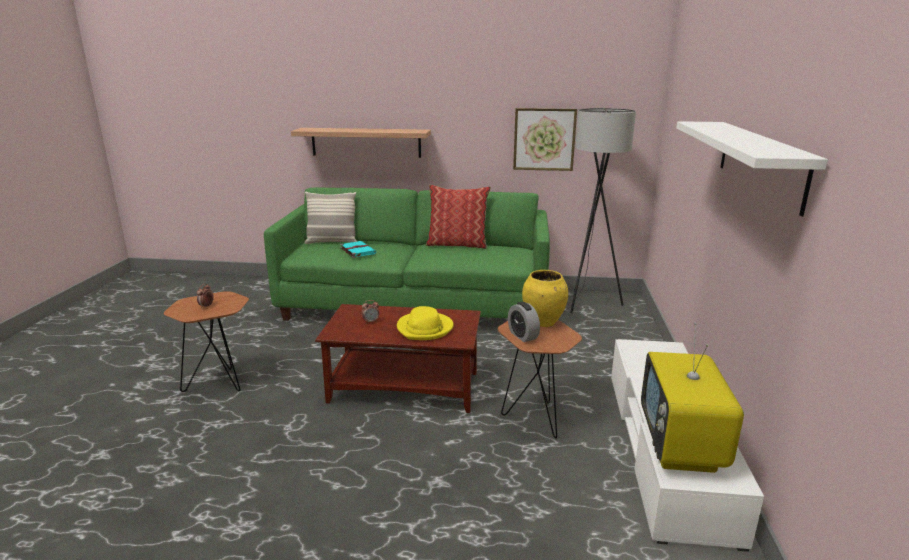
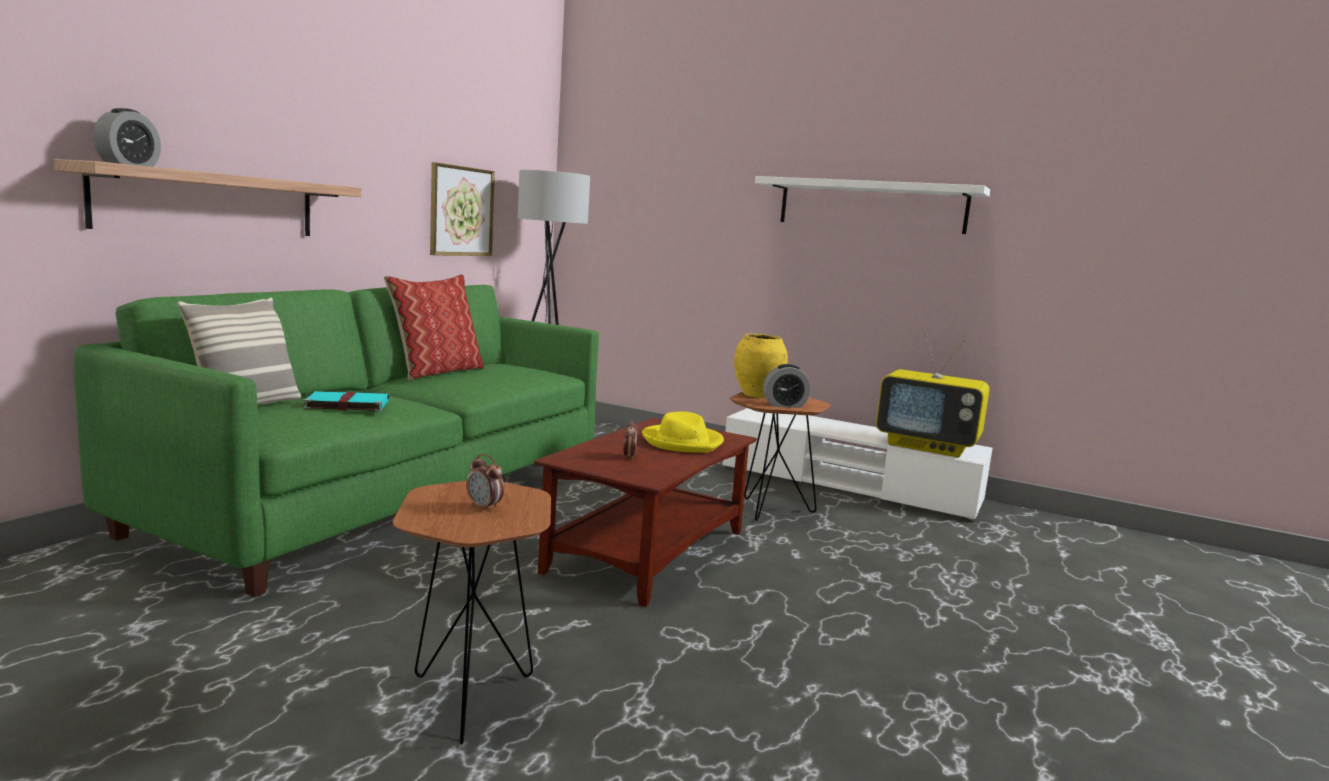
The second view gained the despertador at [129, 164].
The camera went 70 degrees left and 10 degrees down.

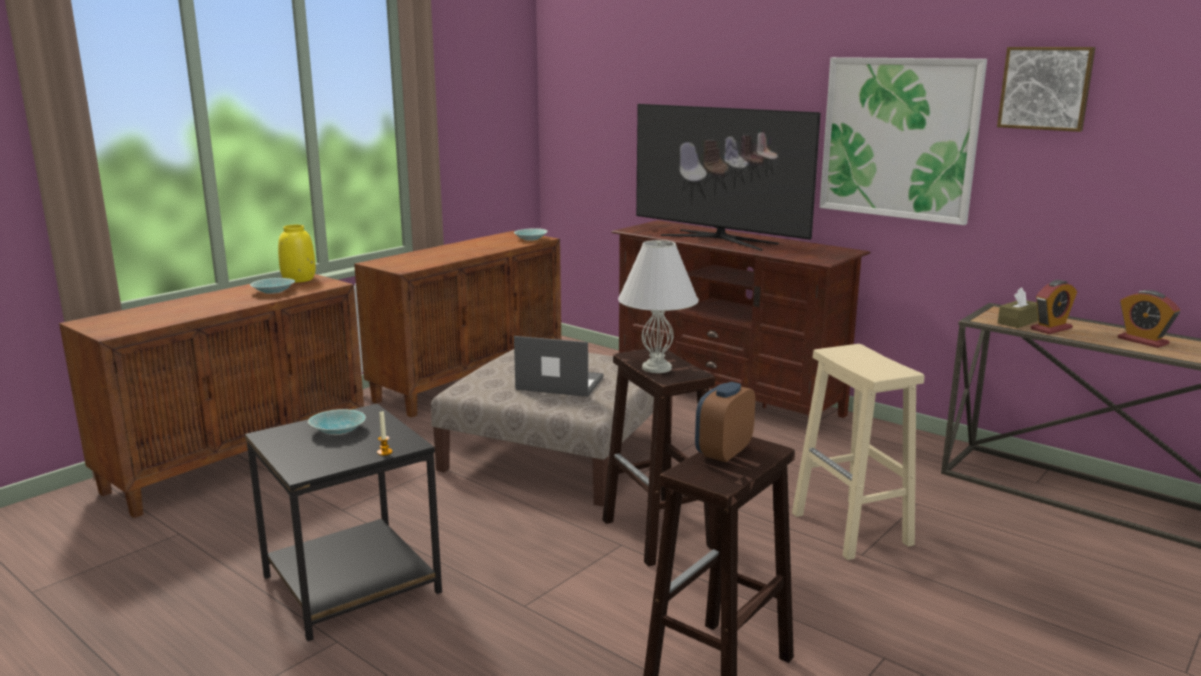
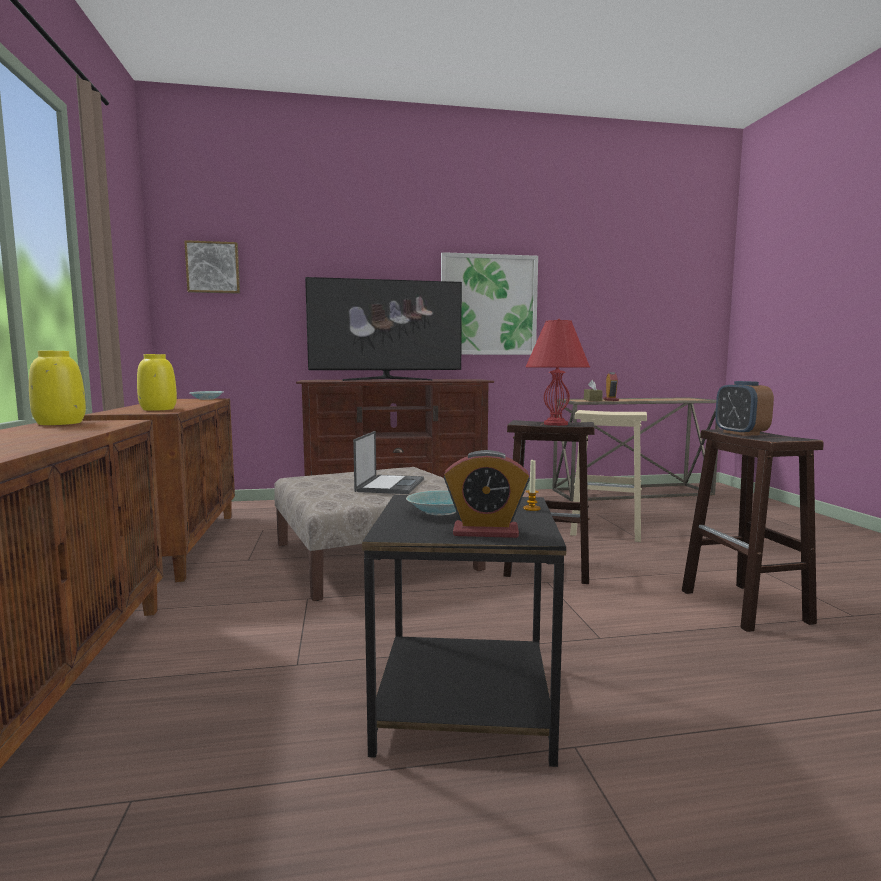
The cuadro ended up elsewhere, having gone from [1045, 88] to [213, 267].
What was the lámpara de mesa (blanco) at [656, 368] turned into the lámpara de mesa (rojo) at [555, 424].
The second view lost the cuenco (turquesa) at [272, 292].
The despertador ended up elsewhere, having gone from [1142, 341] to [485, 532].
The portátil at [558, 383] ended up facing another way, 135 degrees clockwise from before.
The second view gained the florero (amarillo) at [158, 409].
The camera went 50 degrees left and 10 degrees down.

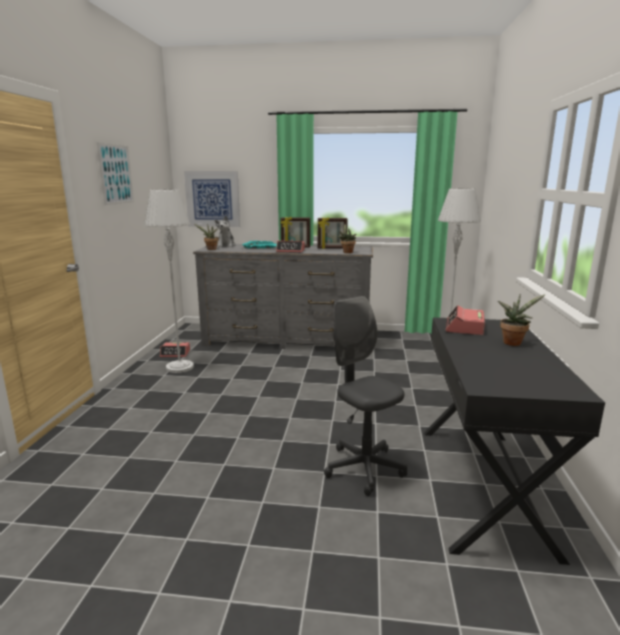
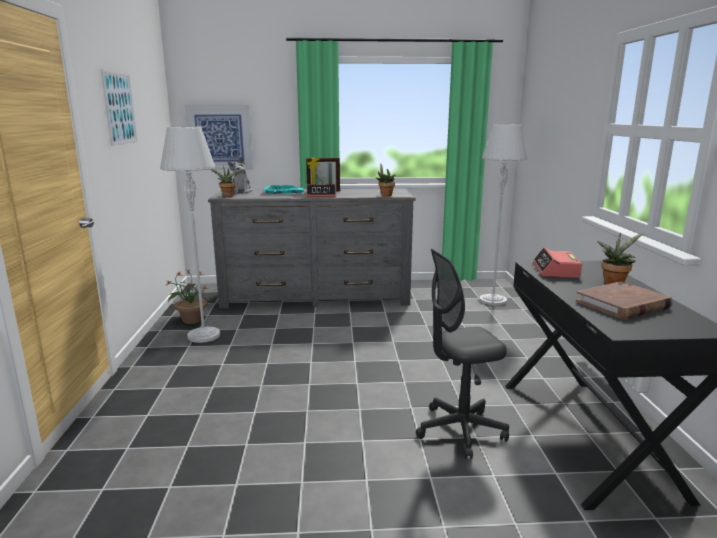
The second view lost the portarretratos at [332, 248].
The silla de oficina (gris) at [364, 468] ended up facing another way, 60 degrees counterclockwise from before.
Where the despertador stood at [175, 353], the planta en maceta came to stand at [191, 320].
The second view gained the libro (marrón) at [622, 304].
The camera went 10 degrees left and 0 degrees up.

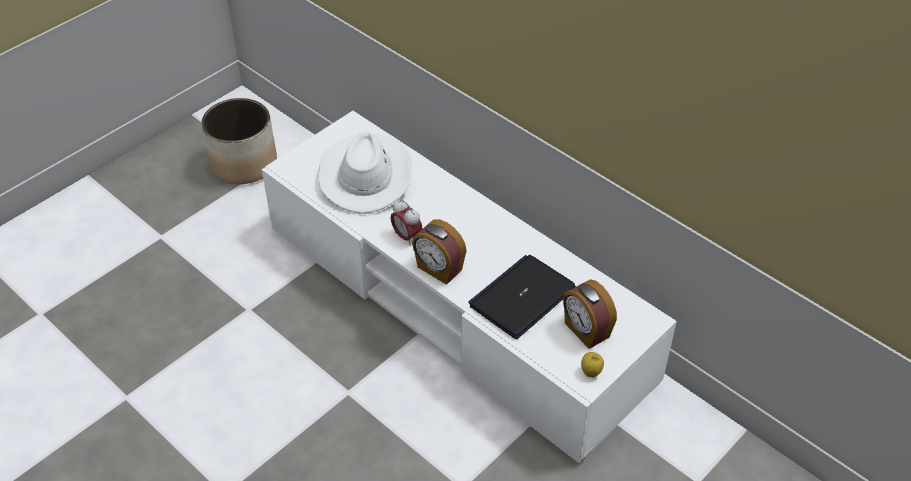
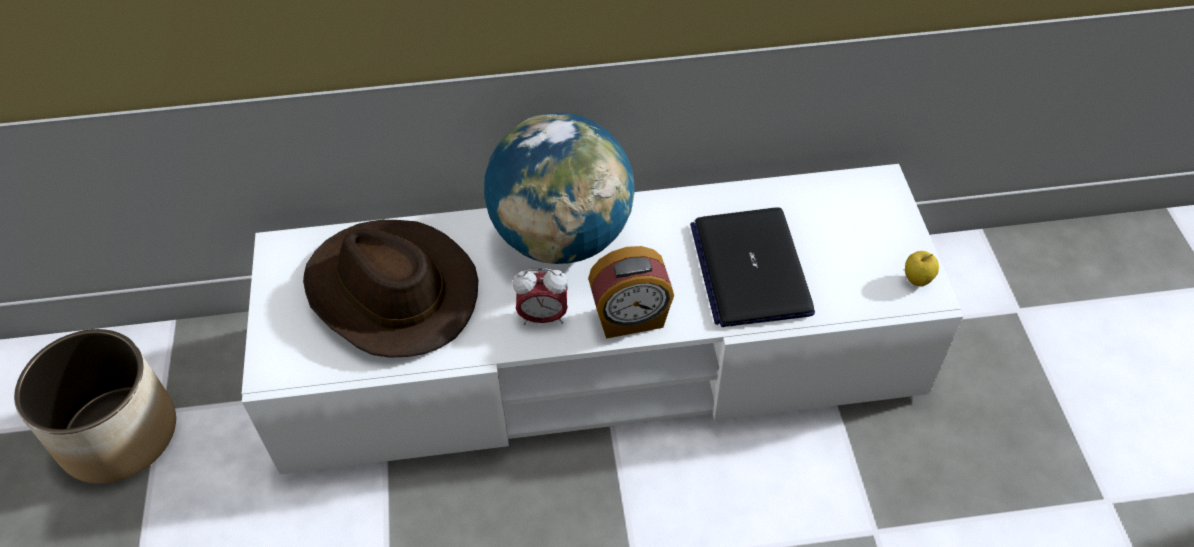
What was the sombrero (blanco) at [365, 175] turned into the sombrero (marrón) at [390, 292].
The second view lost the despertador at [586, 331].
The second view gained the globo terráqueo at [562, 238].
The camera went 50 degrees left and 5 degrees up.

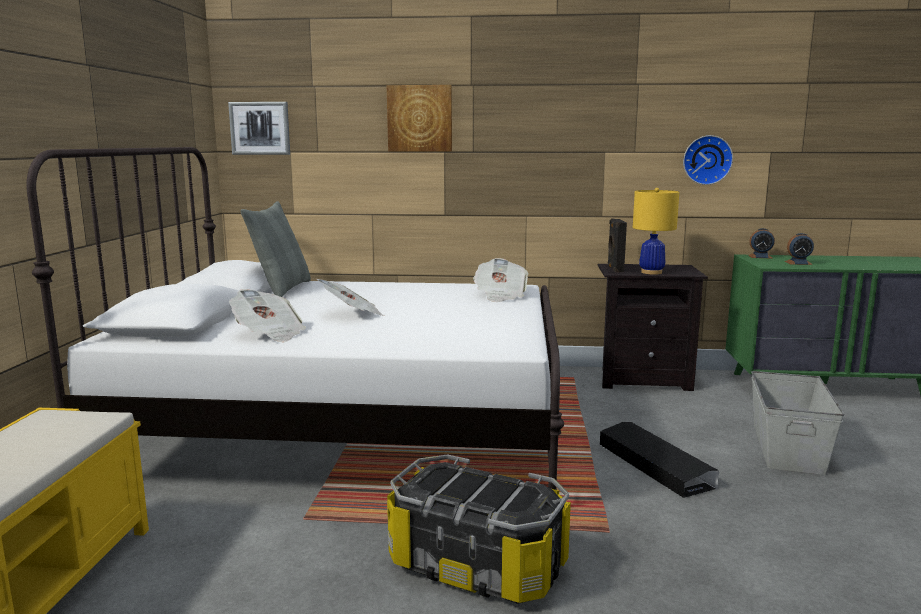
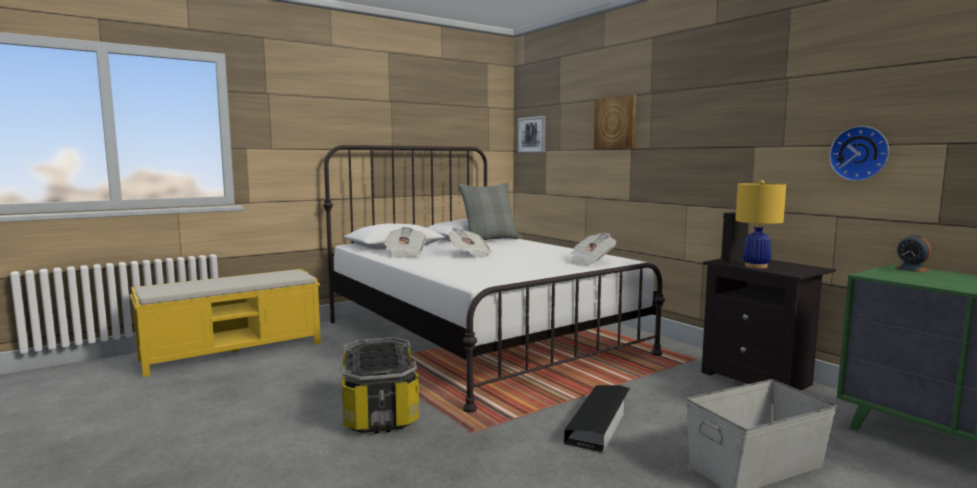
The second view lost the despertador at [798, 263].
The camera went 50 degrees right and 5 degrees down.

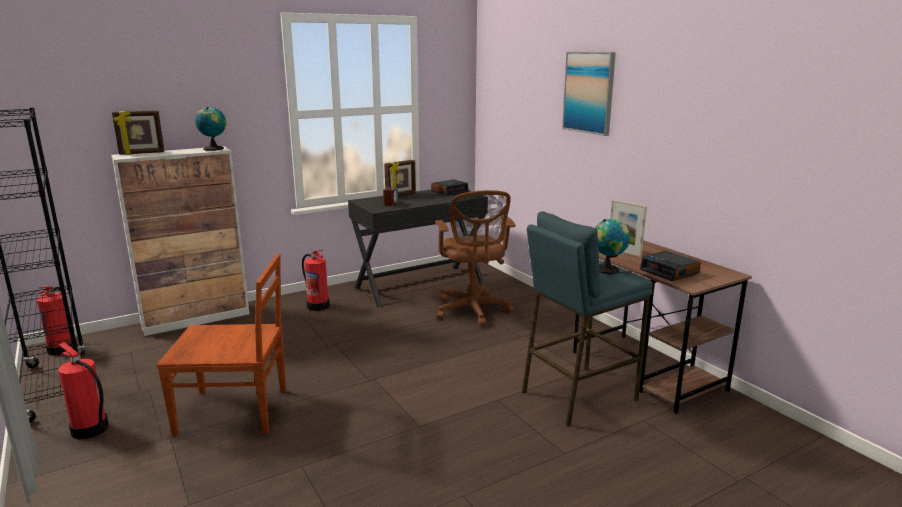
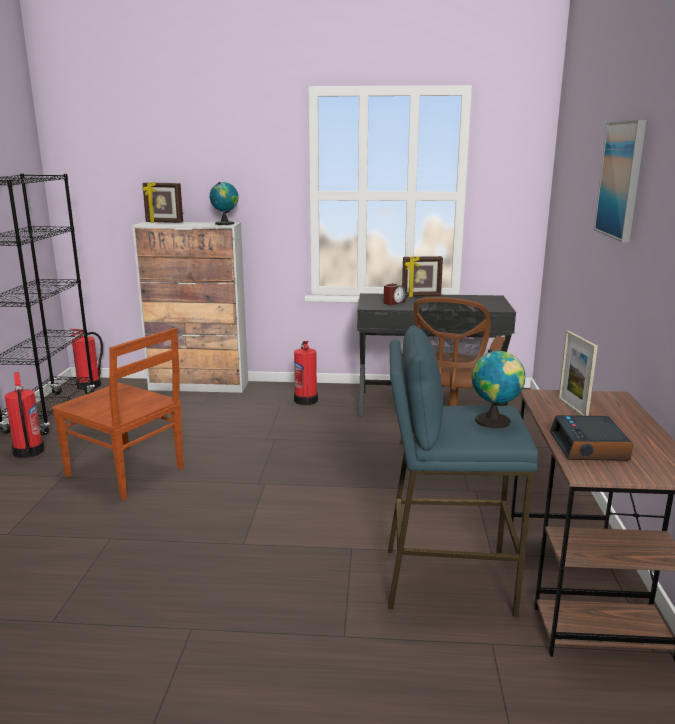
The second view lost the despertador at [449, 191].
The camera went 35 degrees right and 0 degrees up.

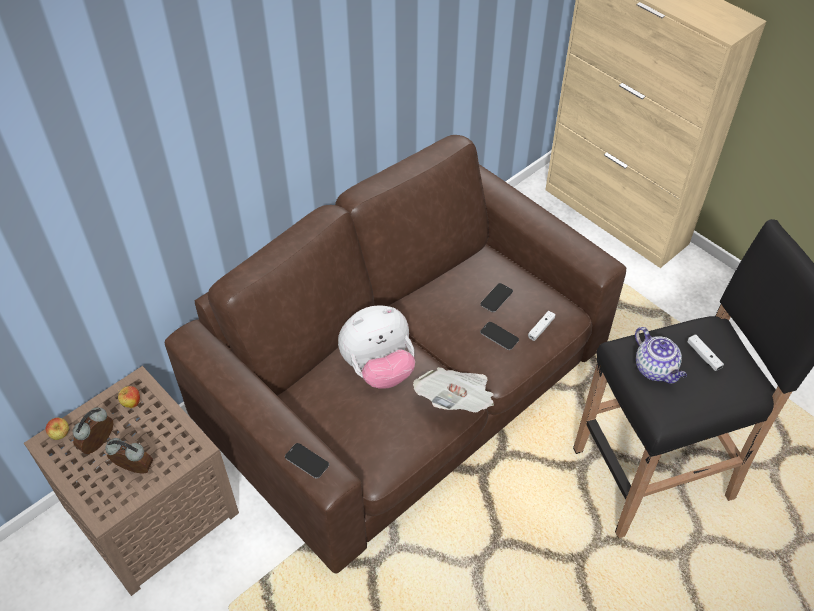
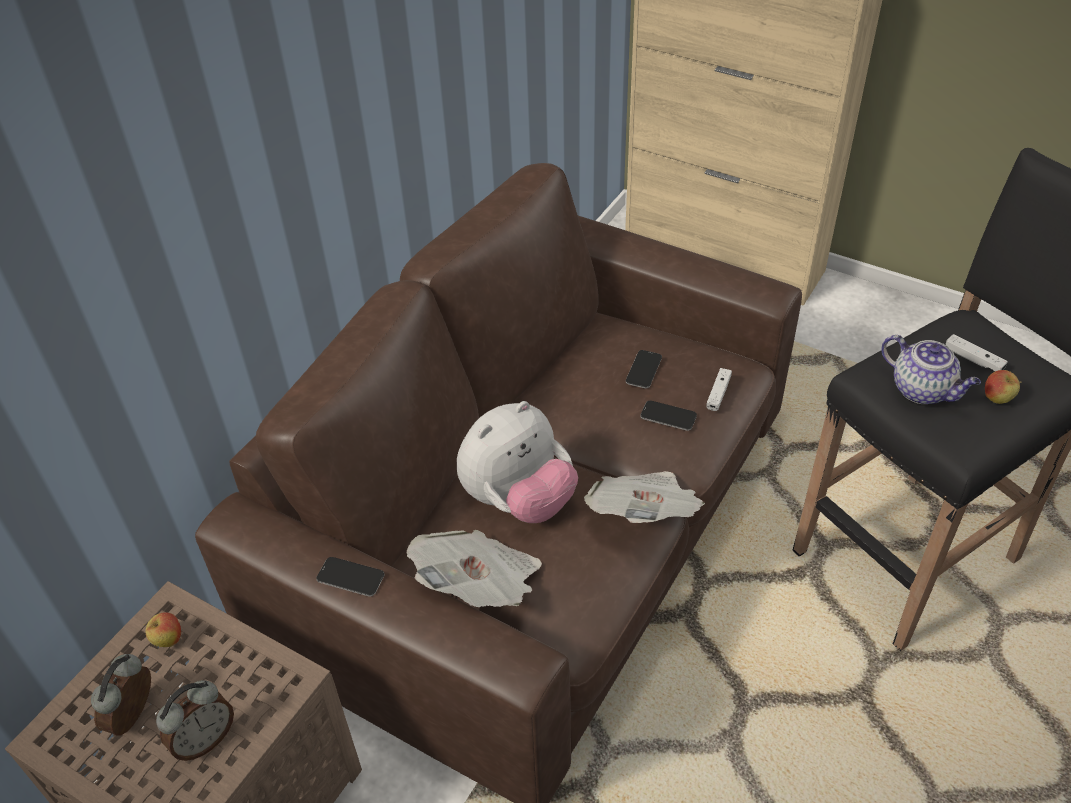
The manzana ended up elsewhere, having gone from [61, 435] to [997, 399].
The despertador at [134, 470] ended up facing another way, 135 degrees clockwise from before.
The móvil ended up elsewhere, having gone from [307, 461] to [350, 577].
The second view gained the periódico at [480, 586].
The camera went 15 degrees left and 5 degrees down.

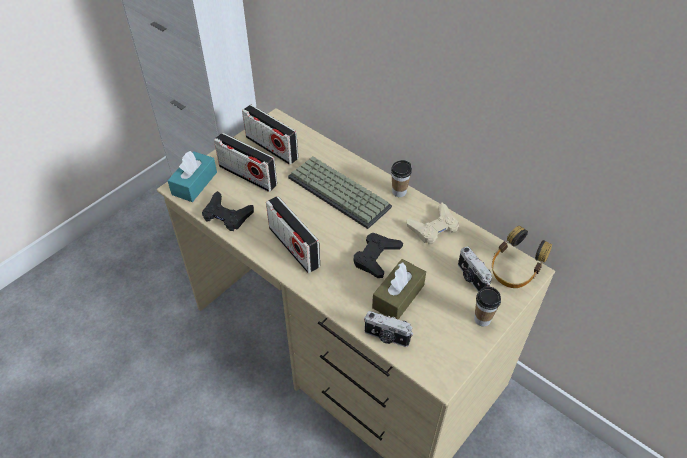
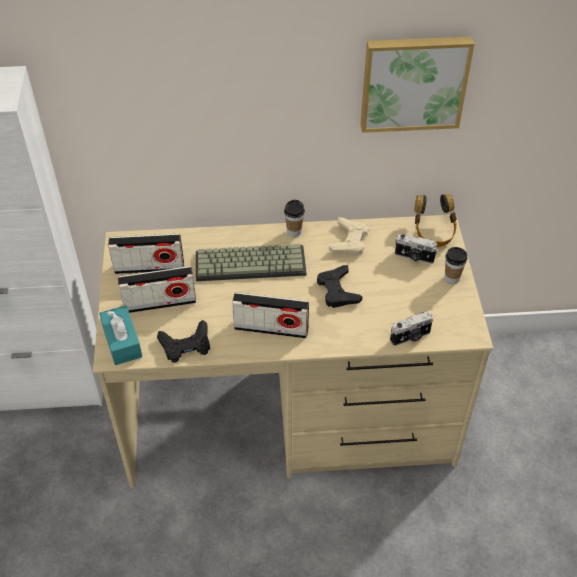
The second view lost the caja de pañuelos (marrón) at [398, 296].
The second view gained the cuadro at [413, 82].
The camera went 45 degrees left and 0 degrees up.

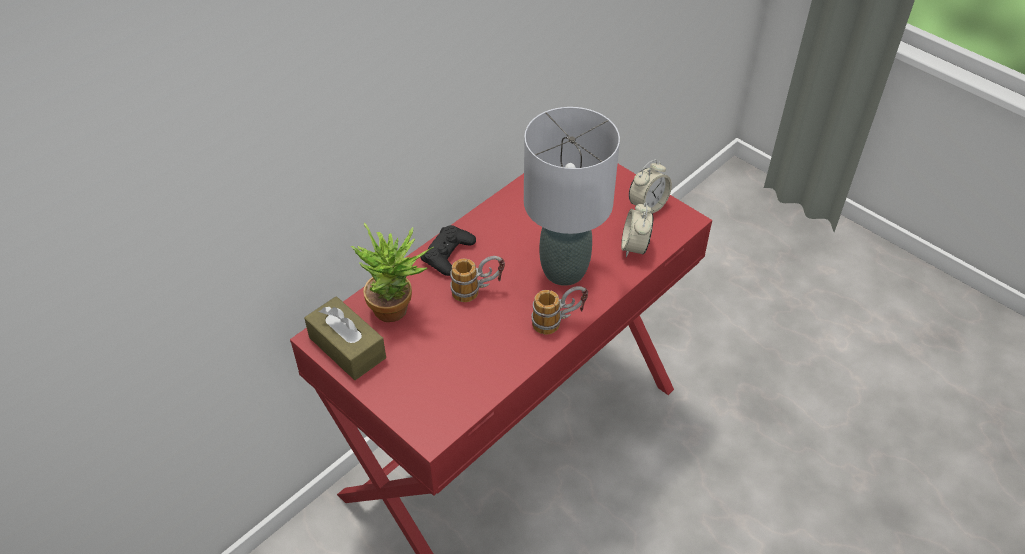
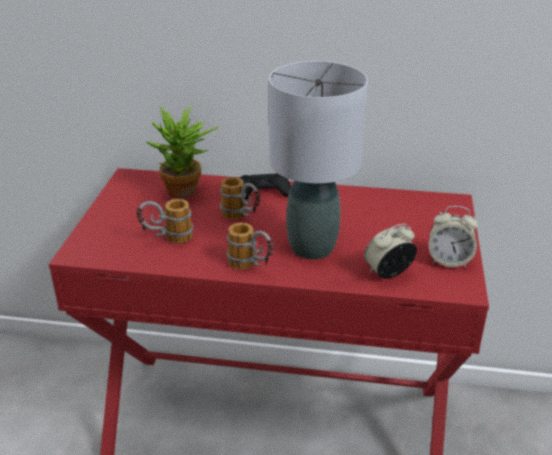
The second view lost the caja de pañuelos (marrón) at [347, 348].
The second view gained the taza grande at [167, 238].
The camera went 55 degrees right and 15 degrees down.

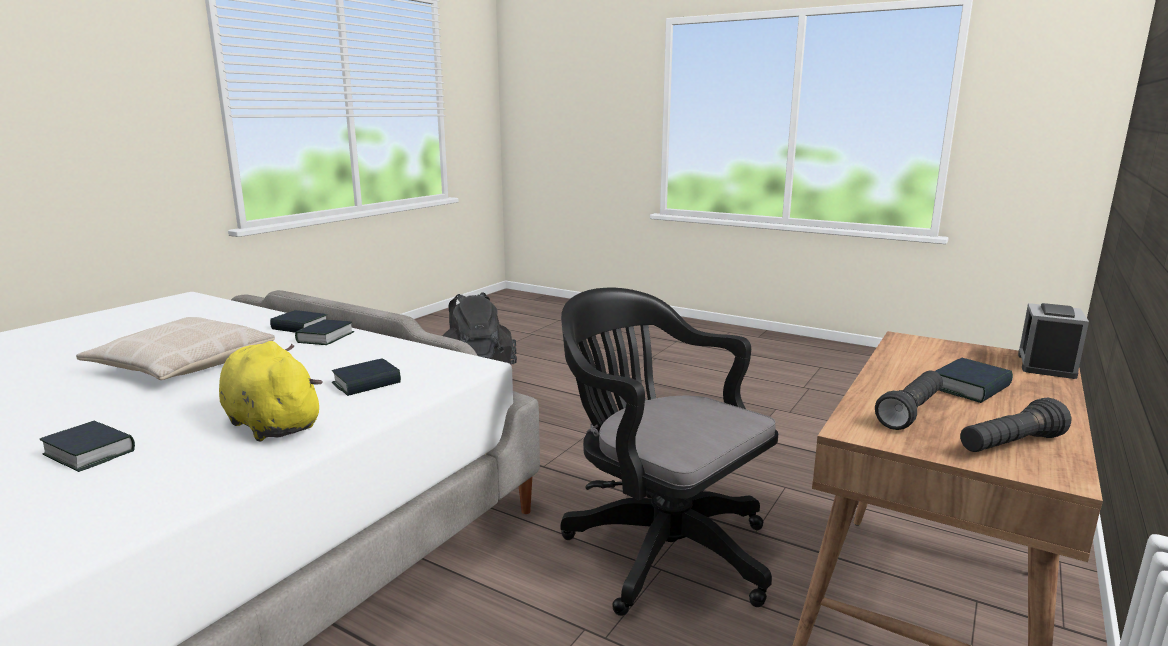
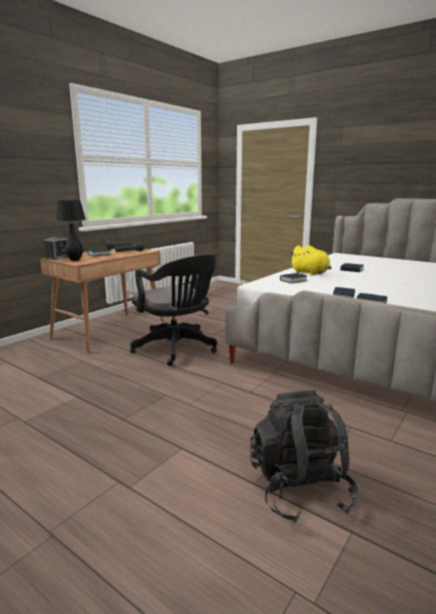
The second view lost the cojín (beis) at [182, 365].
The second view gained the lámpara de mesa (negro) at [74, 260].
The camera went 175 degrees left and 0 degrees up.

